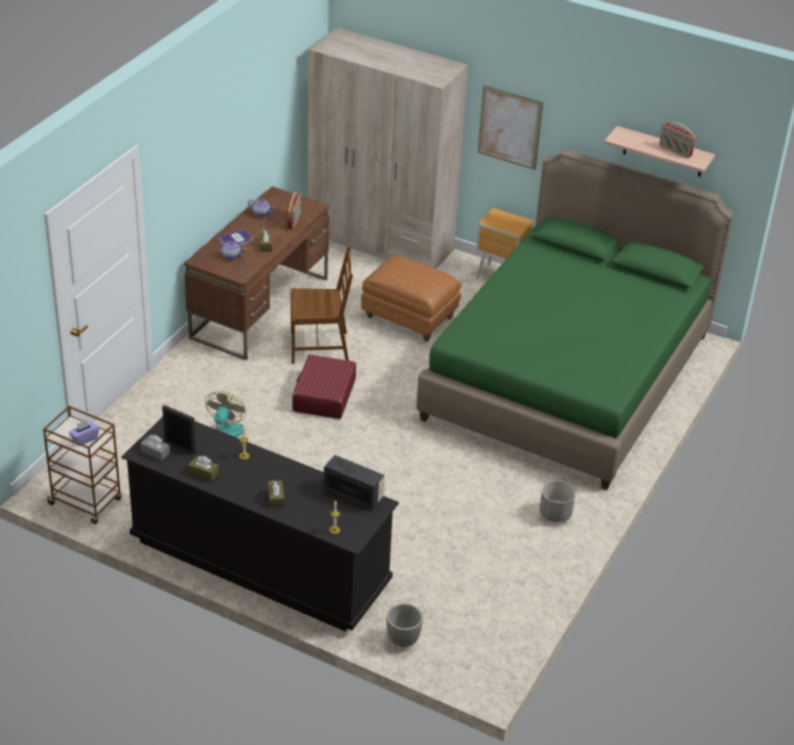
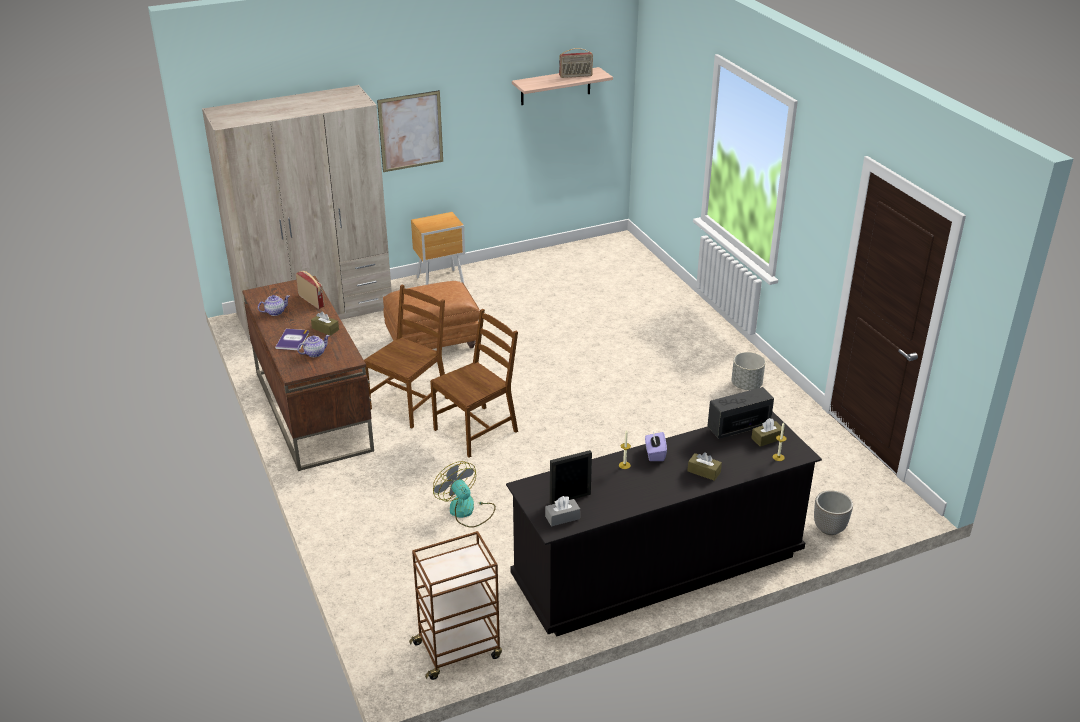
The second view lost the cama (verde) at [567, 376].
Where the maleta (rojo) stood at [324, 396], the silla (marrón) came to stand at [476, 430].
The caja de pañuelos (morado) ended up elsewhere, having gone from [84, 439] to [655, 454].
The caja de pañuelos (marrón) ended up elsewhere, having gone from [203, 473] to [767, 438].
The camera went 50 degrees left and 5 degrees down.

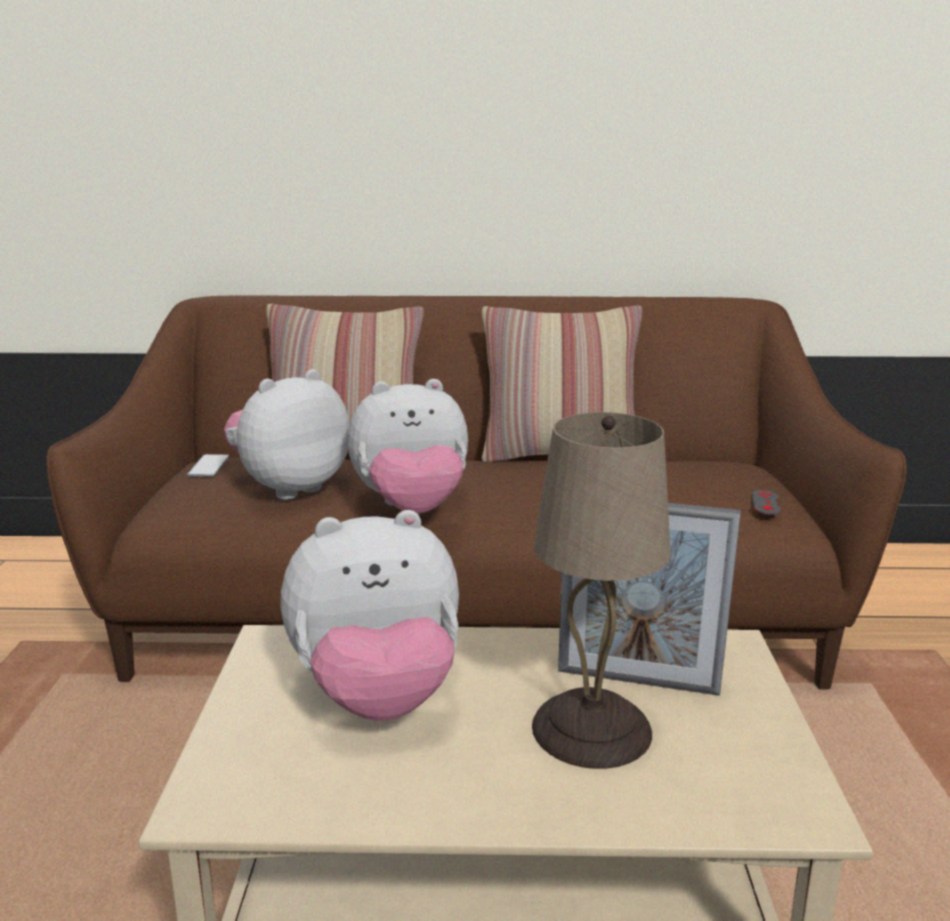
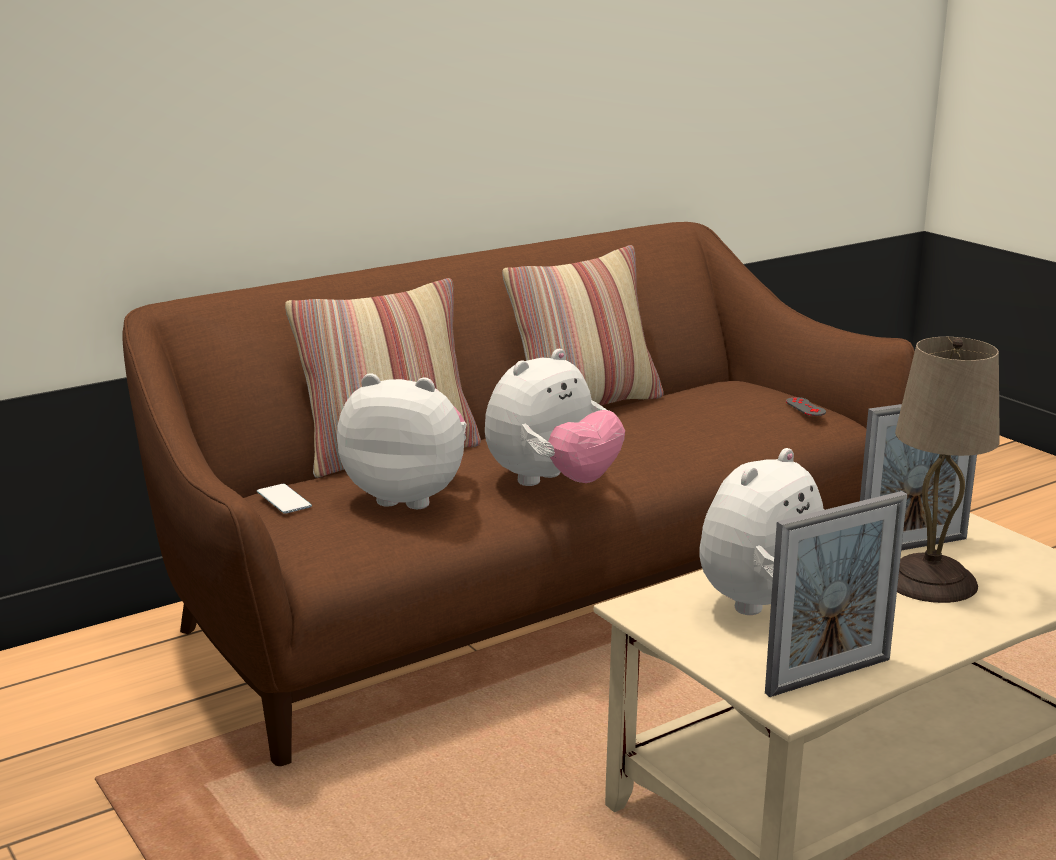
The peluche at [289, 487] ended up facing another way, 90 degrees clockwise from before.
The second view gained the portarretratos at [828, 676].
The camera went 35 degrees left and 0 degrees up.

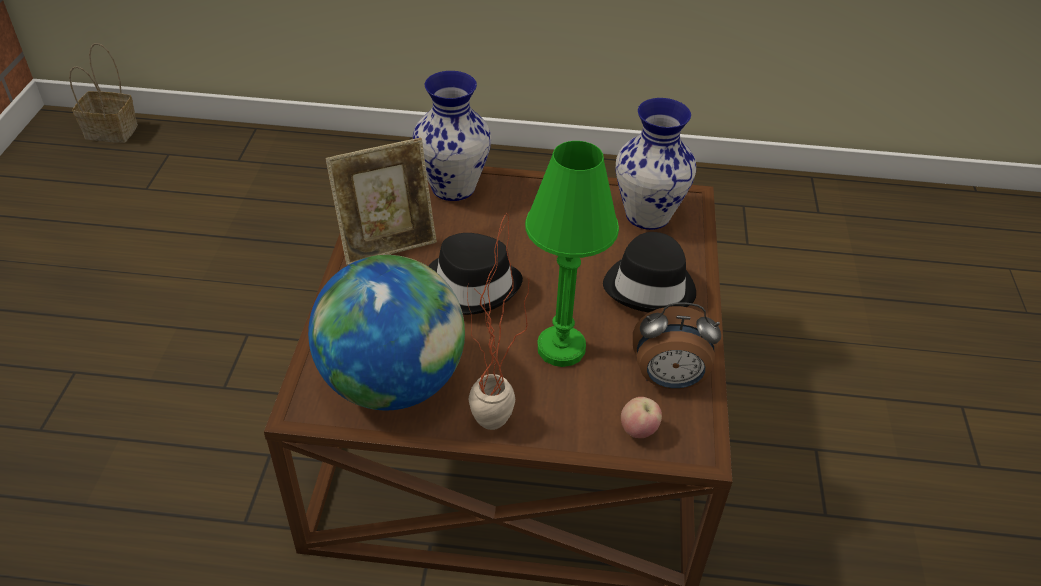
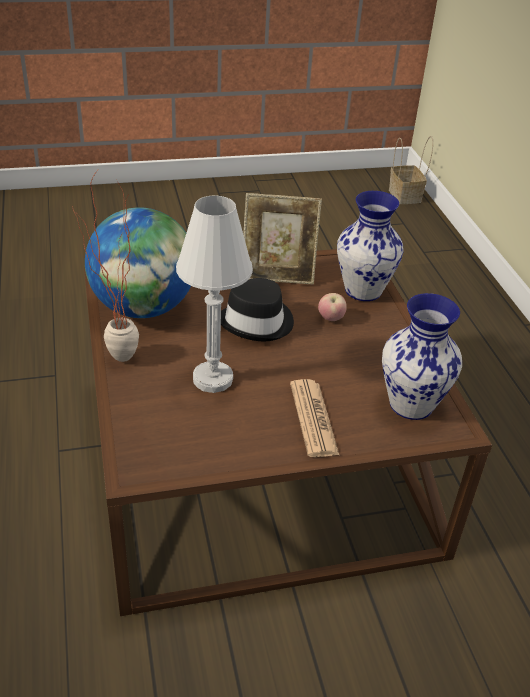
The portarretratos at [387, 243] ended up facing another way, 45 degrees counterclockwise from before.
What was the lámpara de mesa (verde) at [561, 348] turned into the lámpara de mesa (blanco) at [213, 379].
Where the sombrero (negro) stood at [650, 286], the periódico came to stand at [313, 418].
The second view lost the despertador at [669, 380].
The manzana ended up elsewhere, having gone from [638, 431] to [331, 318].
The camera went 70 degrees right and 5 degrees down.

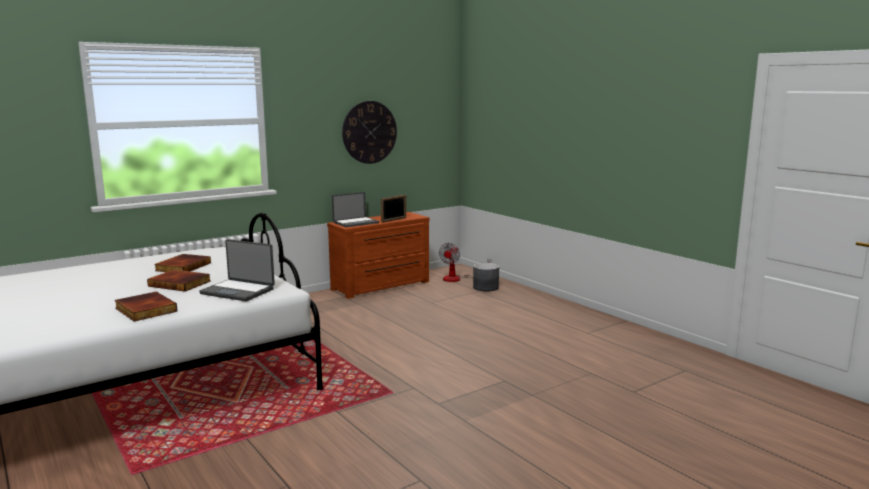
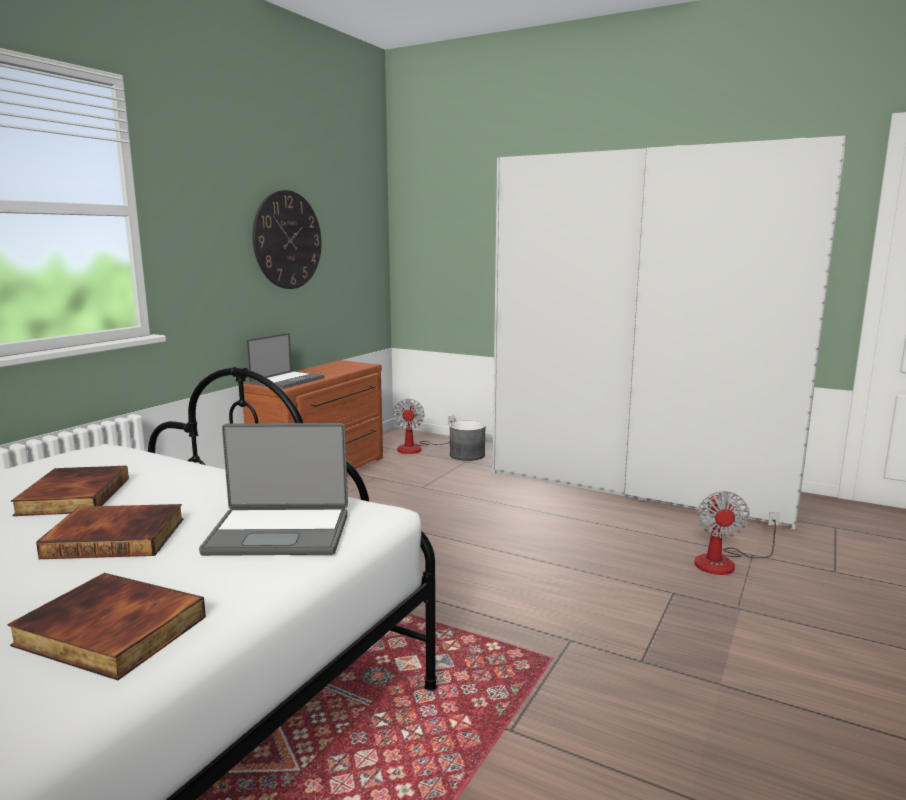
The second view lost the portarretratos at [394, 220].
The second view gained the armario ropero (blanco) at [641, 483].
The second view gained the ventilador at [725, 562].
The camera went 25 degrees left and 0 degrees up.

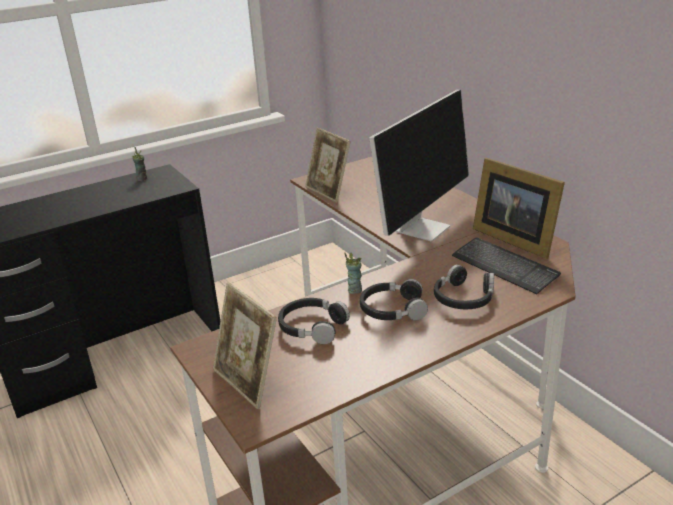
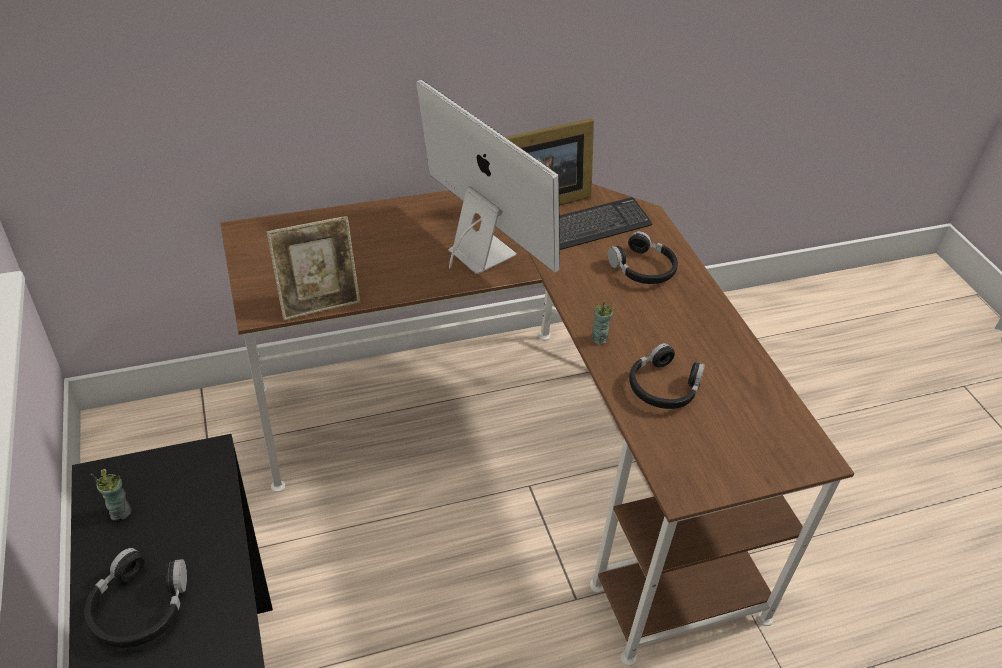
The auriculares (negro) ended up elsewhere, having gone from [392, 309] to [140, 607].
The second view lost the portarretratos at [248, 382].
The camera went 80 degrees left and 15 degrees up.

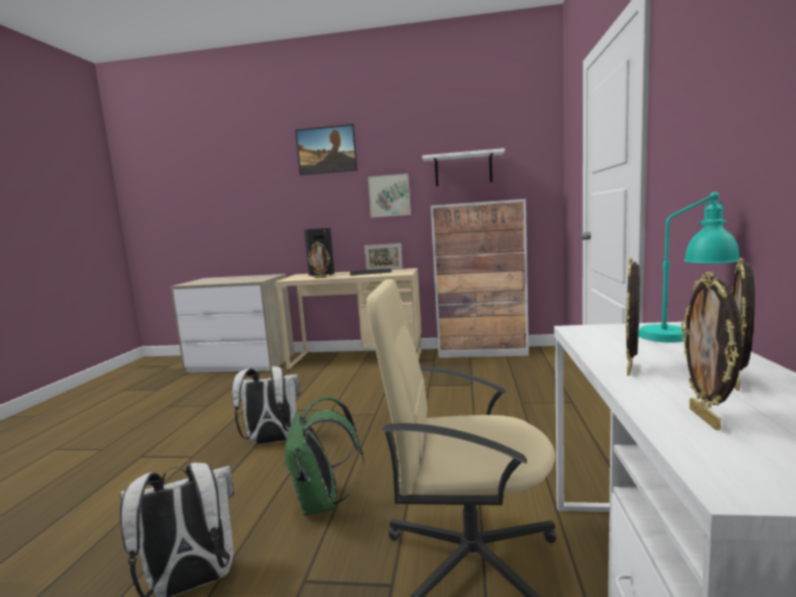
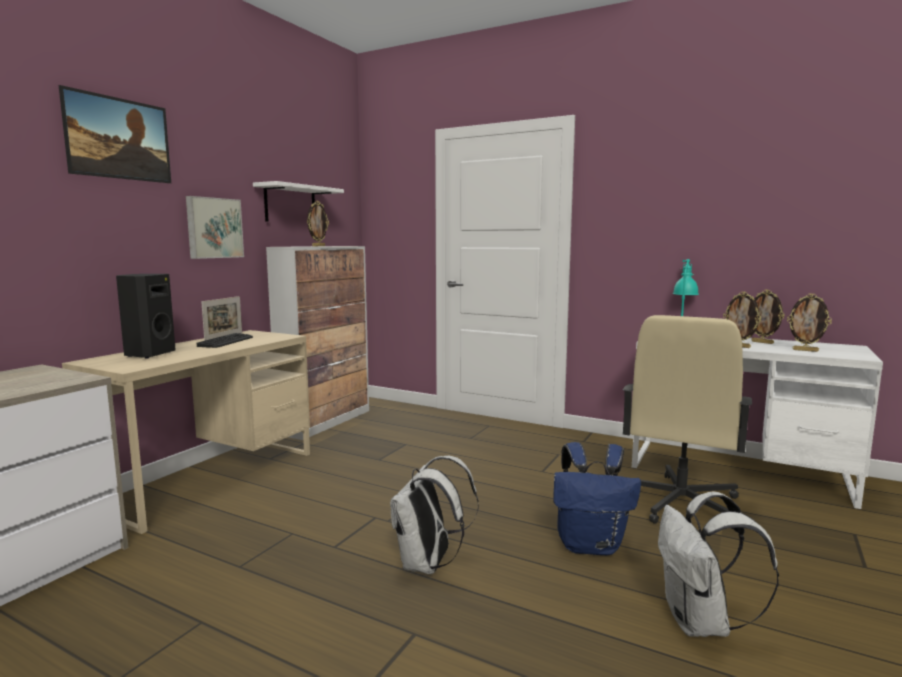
The portarretratos ended up elsewhere, having gone from [321, 277] to [318, 246].
What was the mochila (verde) at [322, 503] turned into the mochila (azul) at [591, 545].
The camera went 70 degrees left and 0 degrees up.

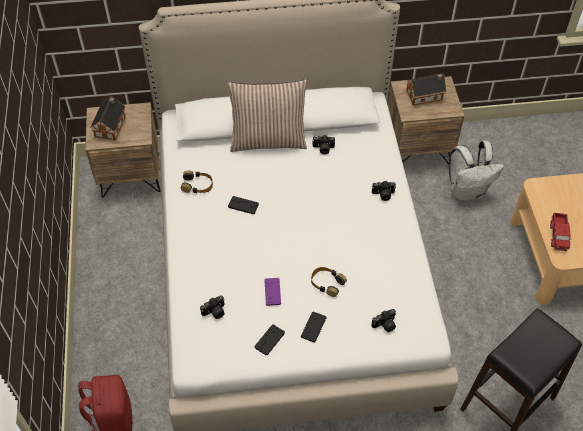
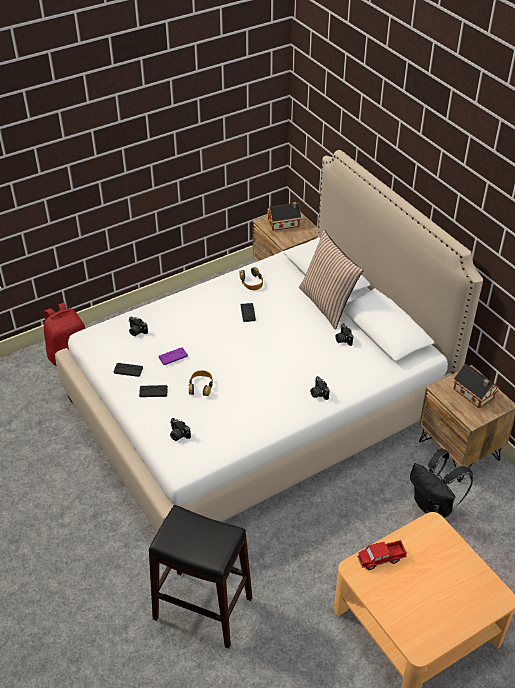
What was the mochila (blanco) at [468, 191] turned into the mochila (negro) at [434, 507].
The camera went 65 degrees right and 10 degrees down.

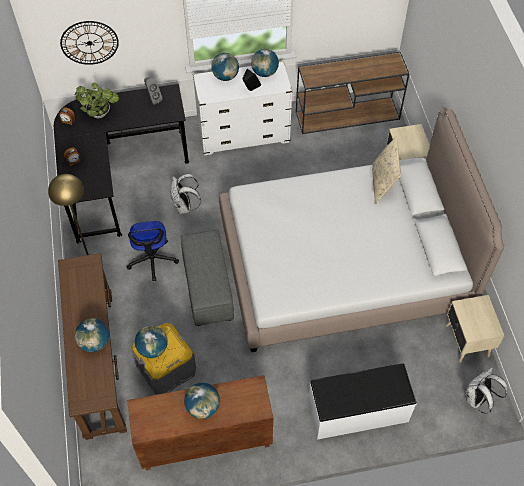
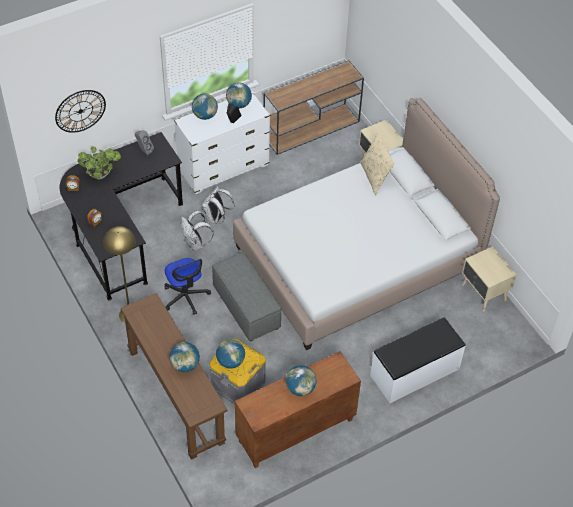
The mochila (blanco) ended up elsewhere, having gone from [477, 399] to [216, 218].
The camera went 20 degrees left and 5 degrees down.

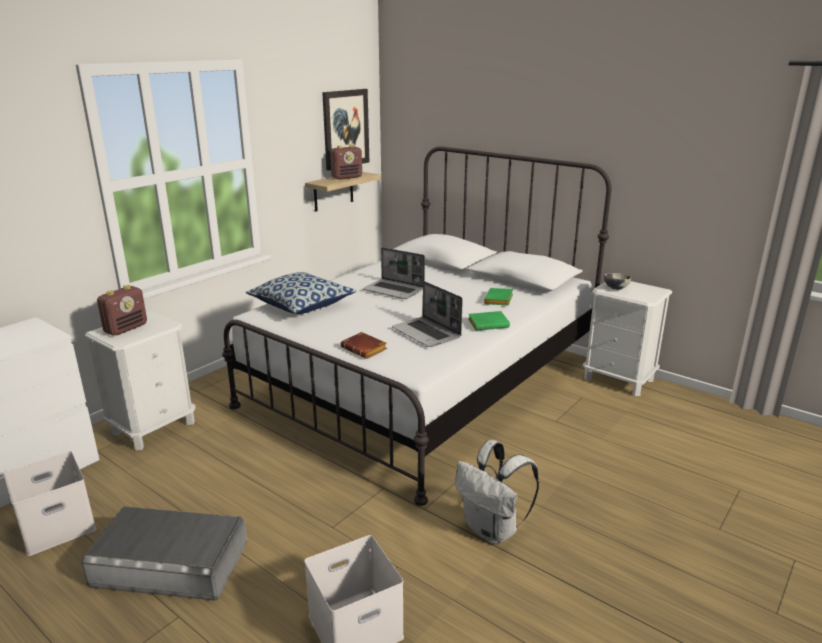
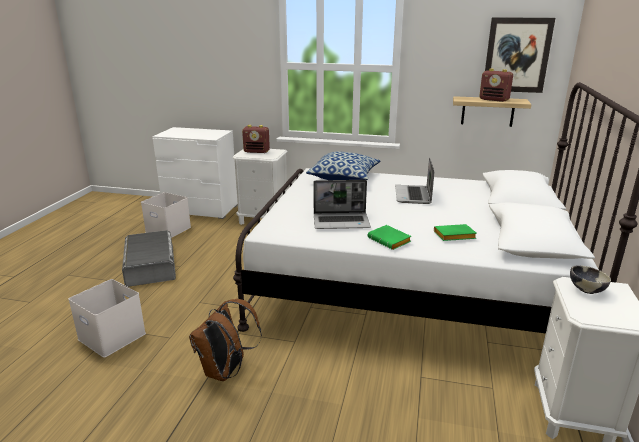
The portátil at [427, 333] ended up facing another way, 120 degrees counterclockwise from before.
The second view lost the libro (marrón) at [365, 349].
What was the mochila (blanco) at [492, 530] turned into the mochila (marrón) at [226, 371].
The camera went 65 degrees right and 0 degrees up.

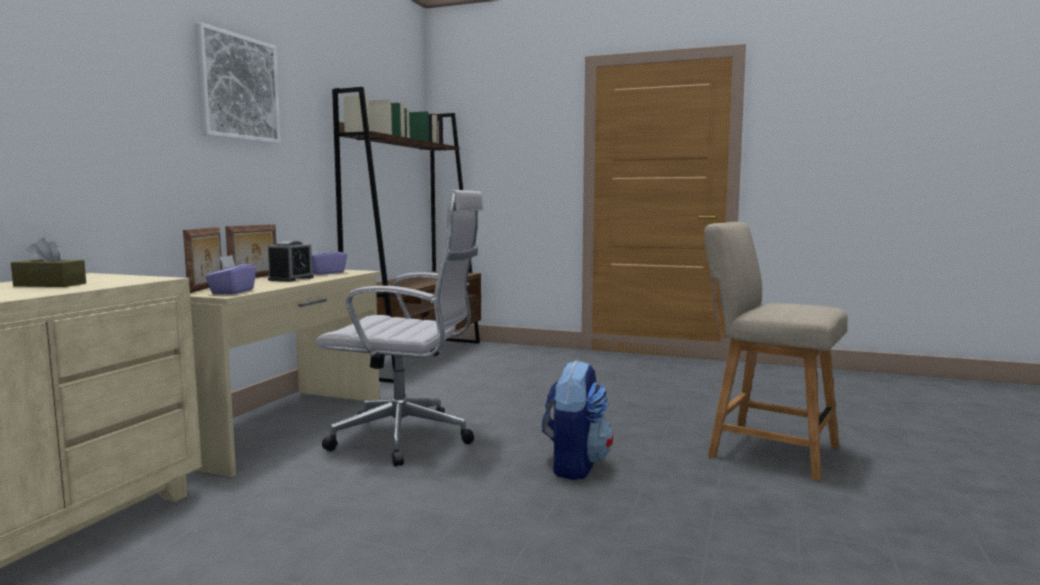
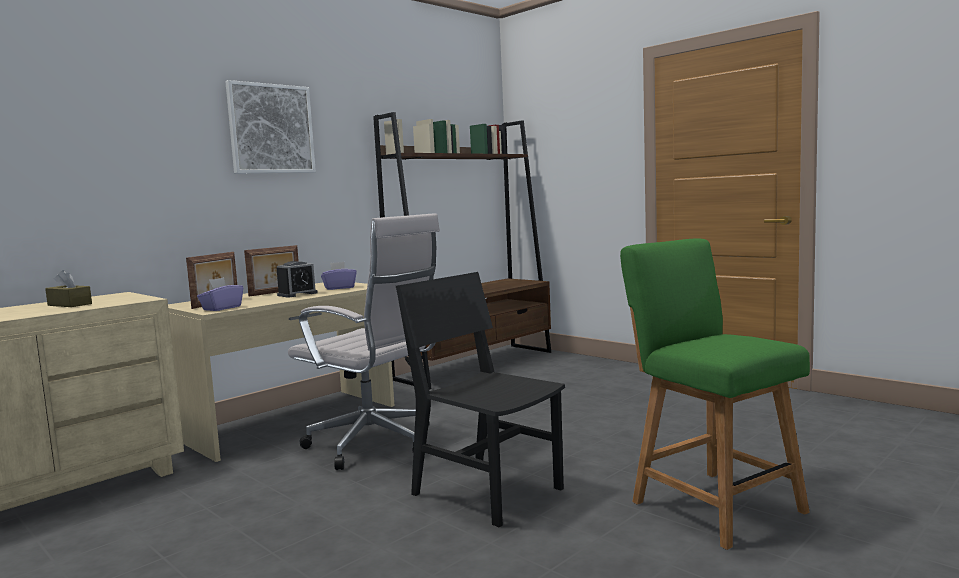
What was the silla (beis) at [766, 450] turned into the silla (verde) at [711, 504].
Where the mochila stood at [575, 465], the silla (negro) came to stand at [487, 491].
The camera went 25 degrees right and 0 degrees up.

